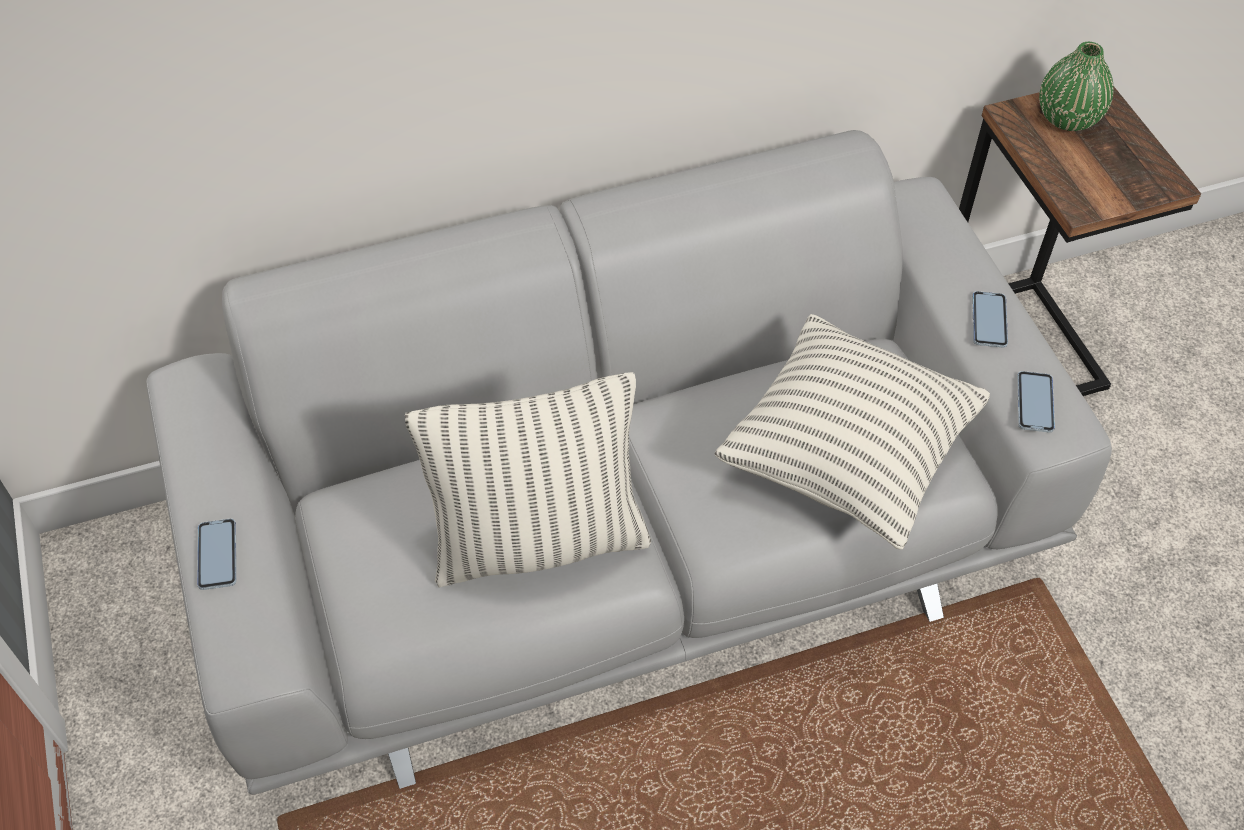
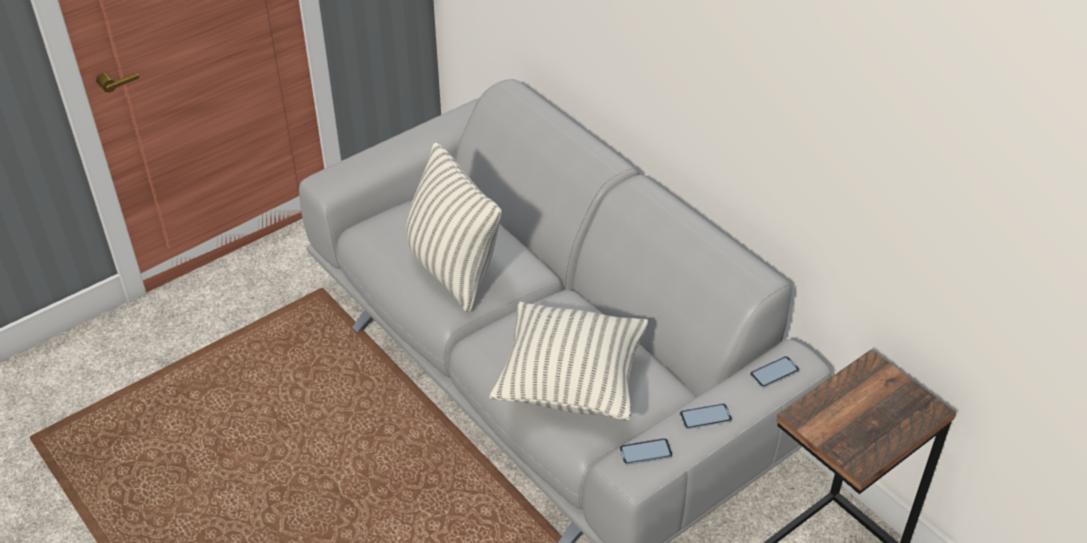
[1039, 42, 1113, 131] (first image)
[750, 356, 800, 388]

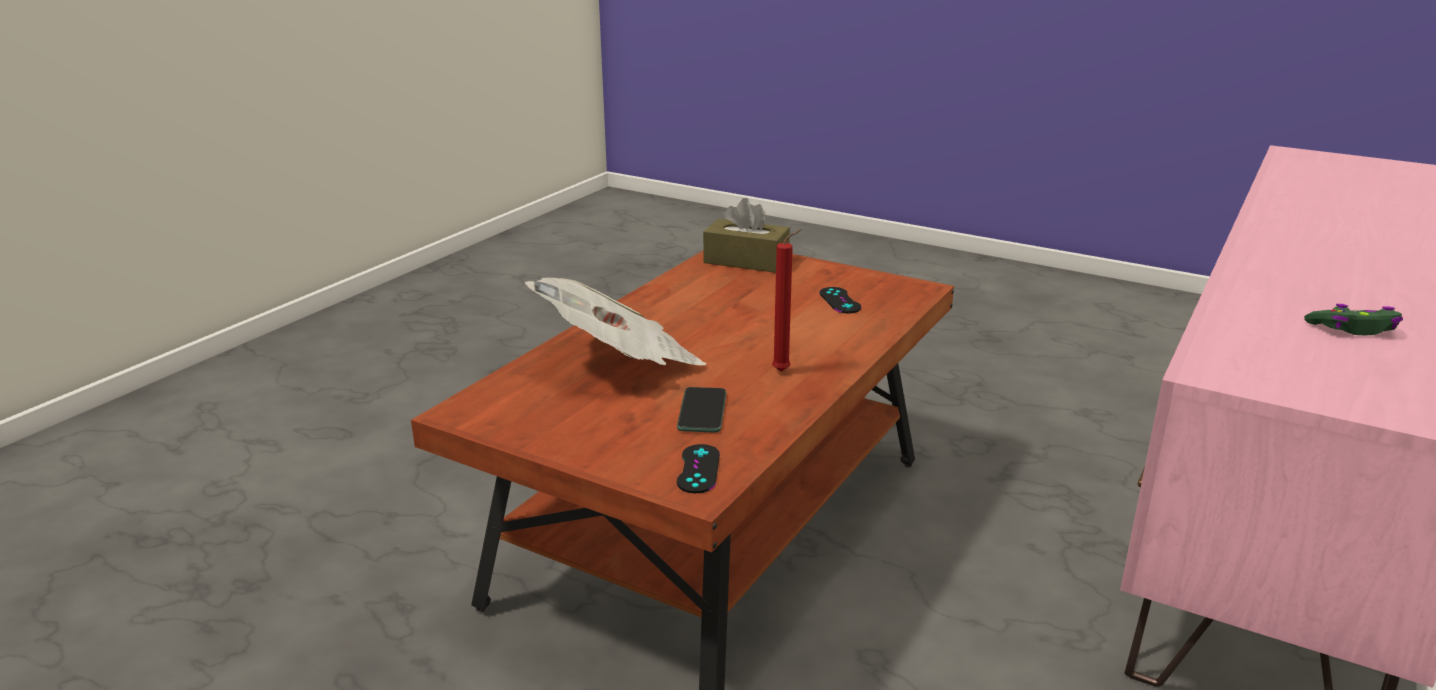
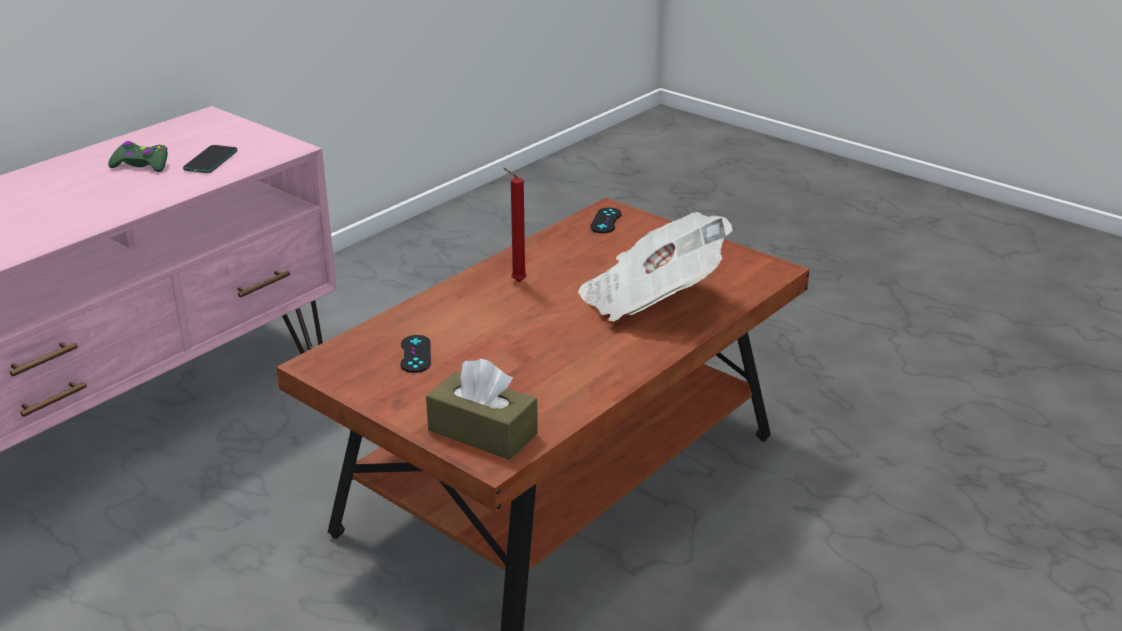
[183, 145, 238, 173]

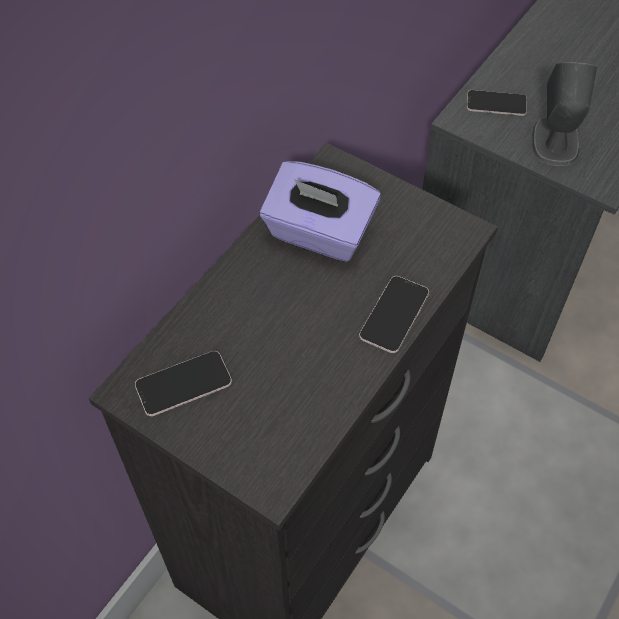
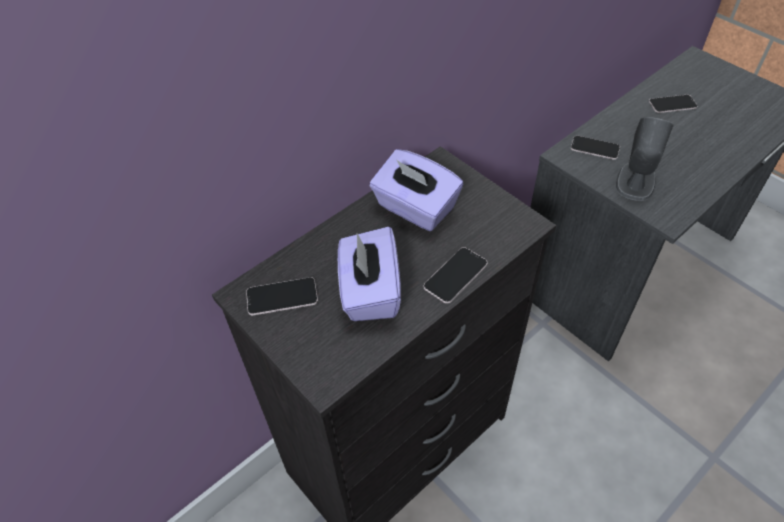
[338, 227, 401, 321]
[649, 95, 698, 113]

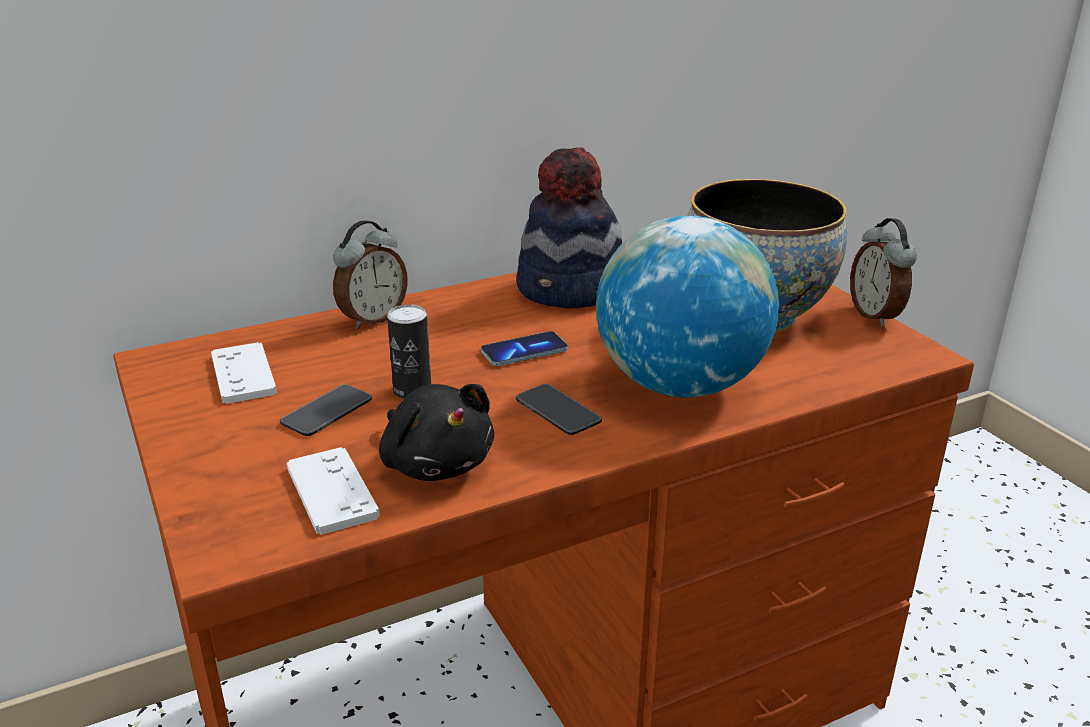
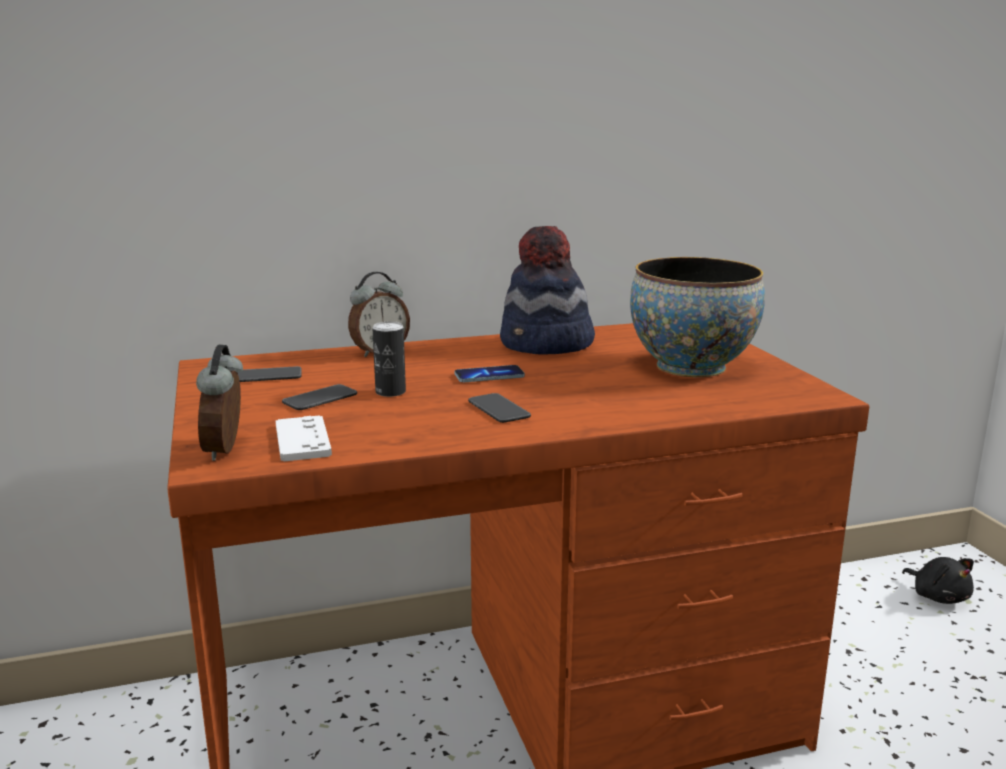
[596, 216, 779, 397] (first image)
[902, 557, 974, 604]
[196, 345, 243, 461]
[237, 366, 302, 382]

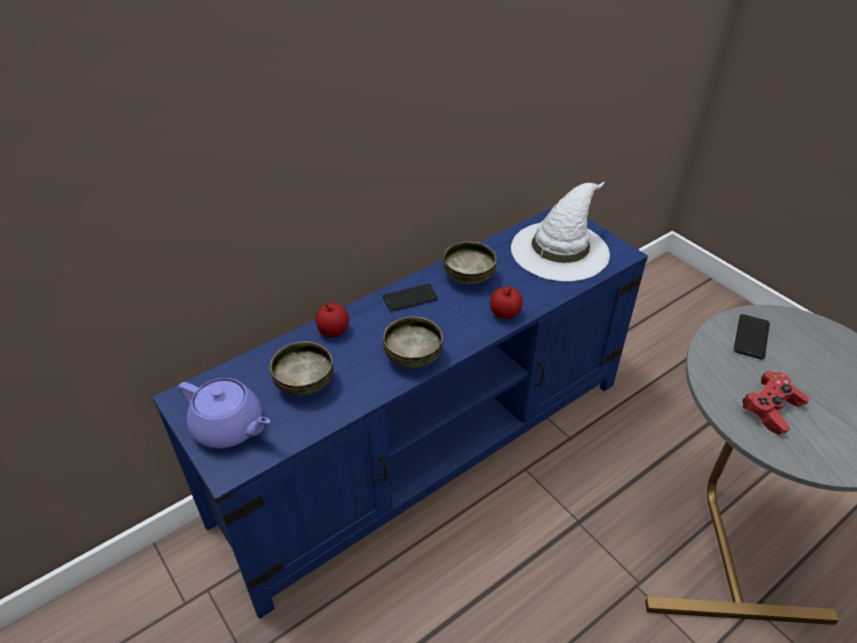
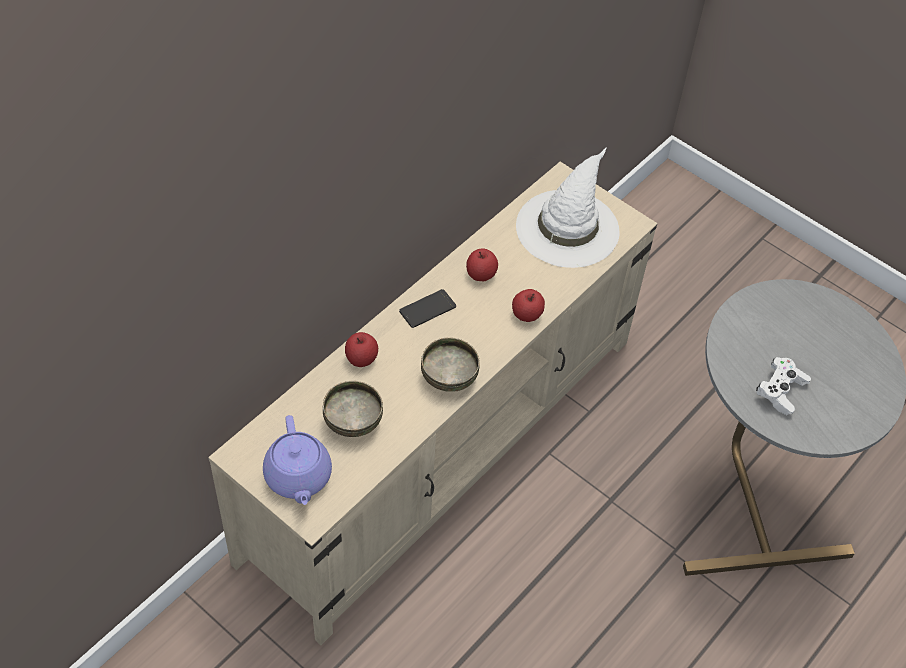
[734, 314, 770, 360] (first image)
[466, 248, 498, 281]
[208, 162, 657, 645]
[756, 357, 811, 415]
[263, 415, 332, 505]

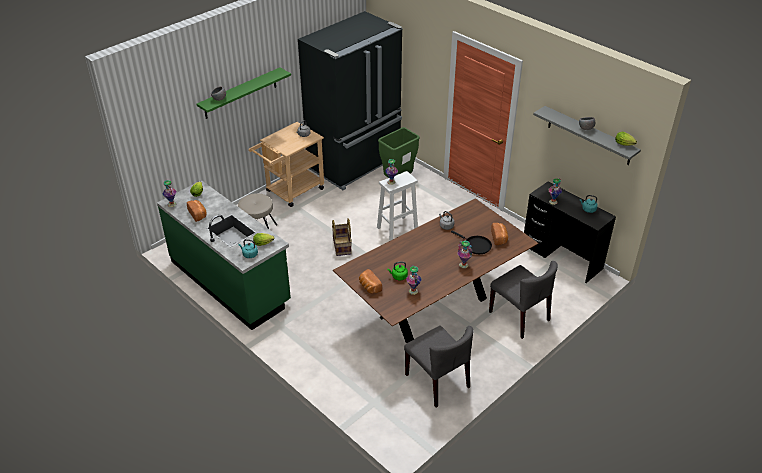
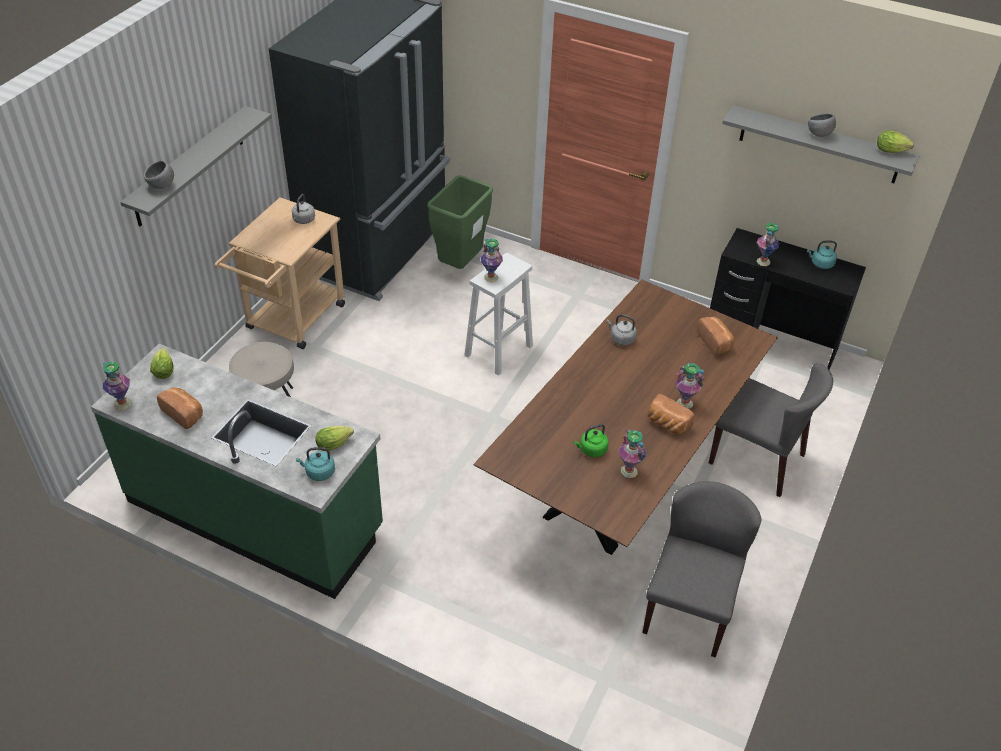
[332, 218, 352, 256] (first image)
[451, 230, 492, 254] (first image)
[648, 394, 695, 434]
[120, 106, 272, 227]
[642, 481, 761, 657]

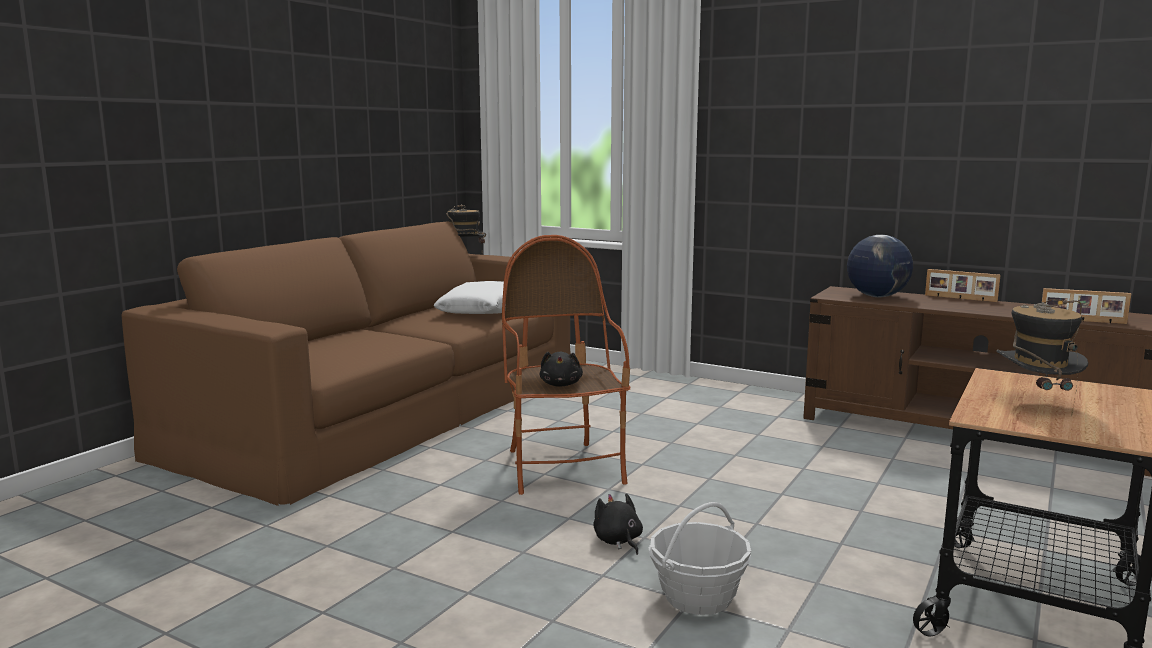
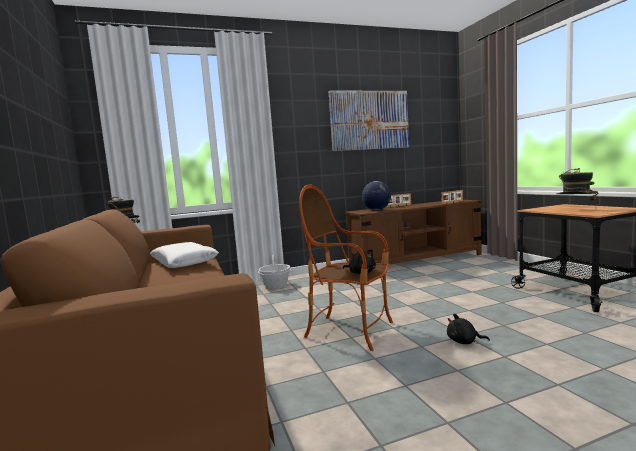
[329, 90, 409, 151]
[258, 255, 290, 289]

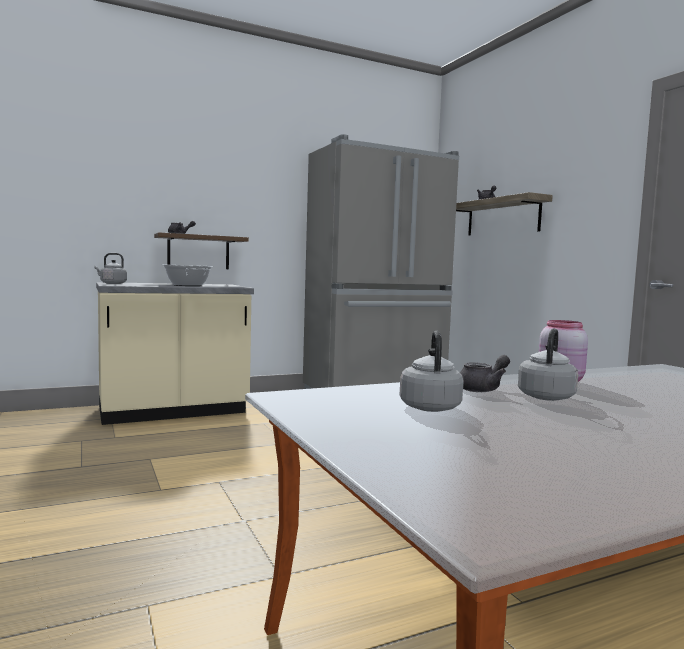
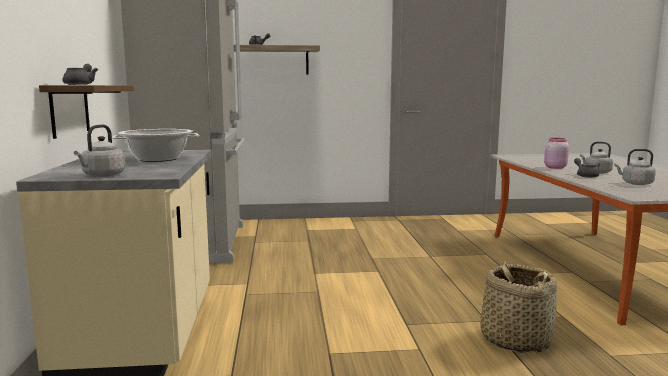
[480, 261, 557, 353]

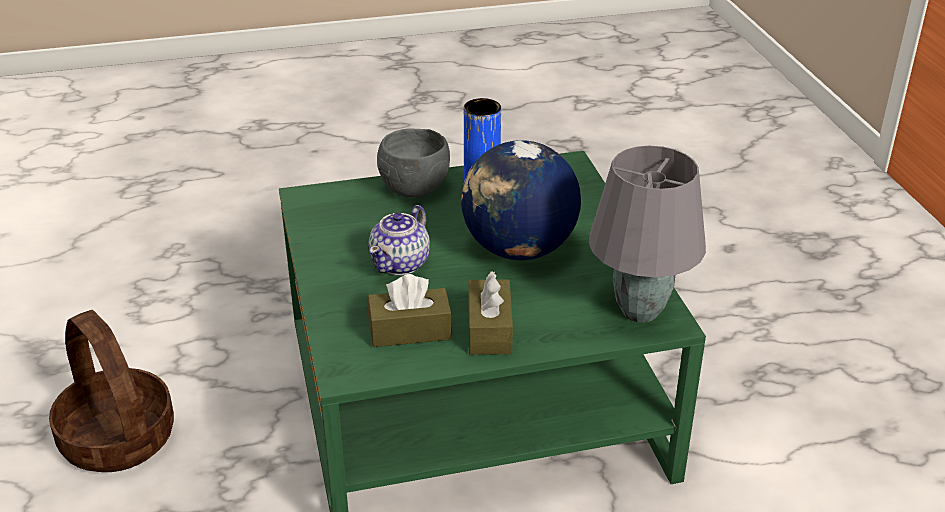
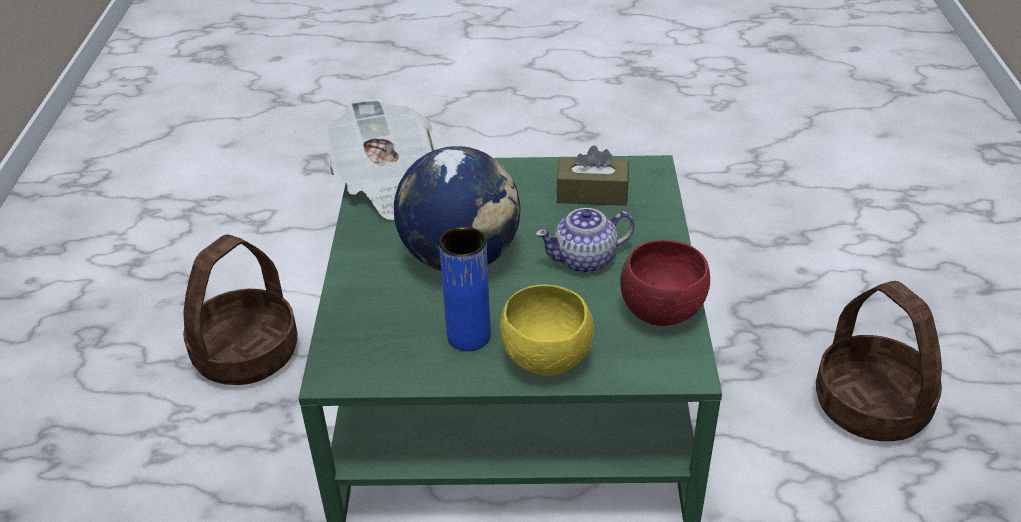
[468, 271, 513, 355] (first image)
[183, 235, 298, 385]
[620, 240, 710, 326]
[327, 97, 437, 220]
[500, 284, 594, 376]
[535, 208, 635, 273]

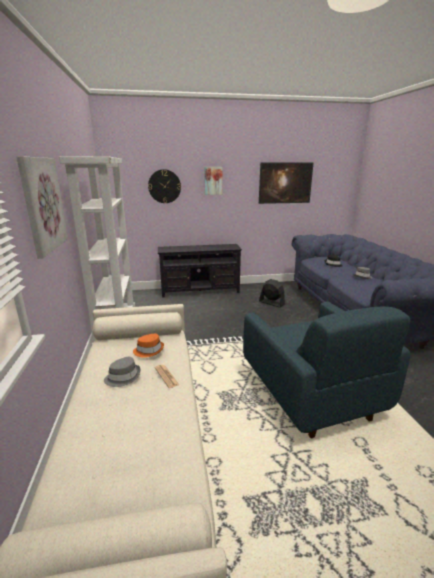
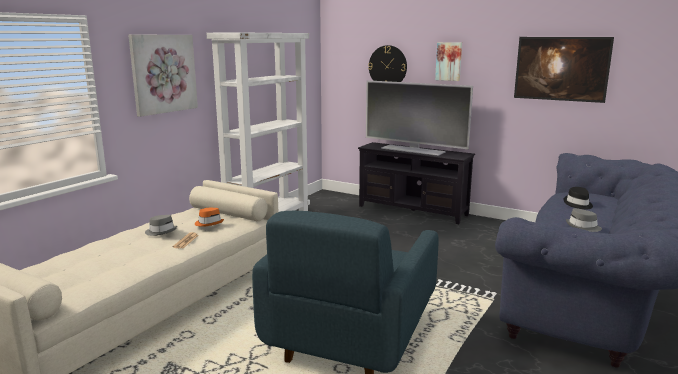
[259, 279, 285, 308] (first image)
[366, 80, 473, 156]

